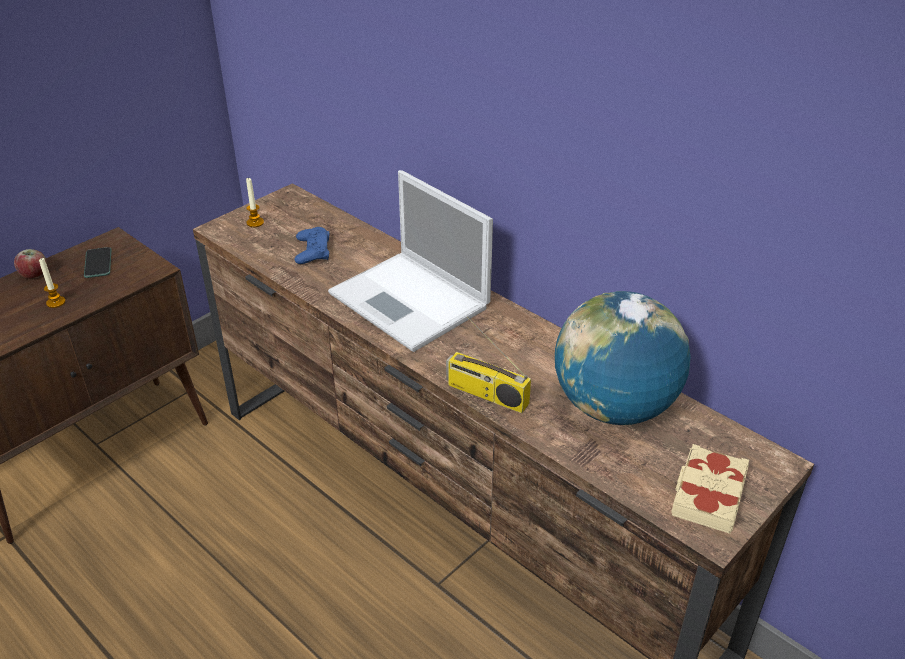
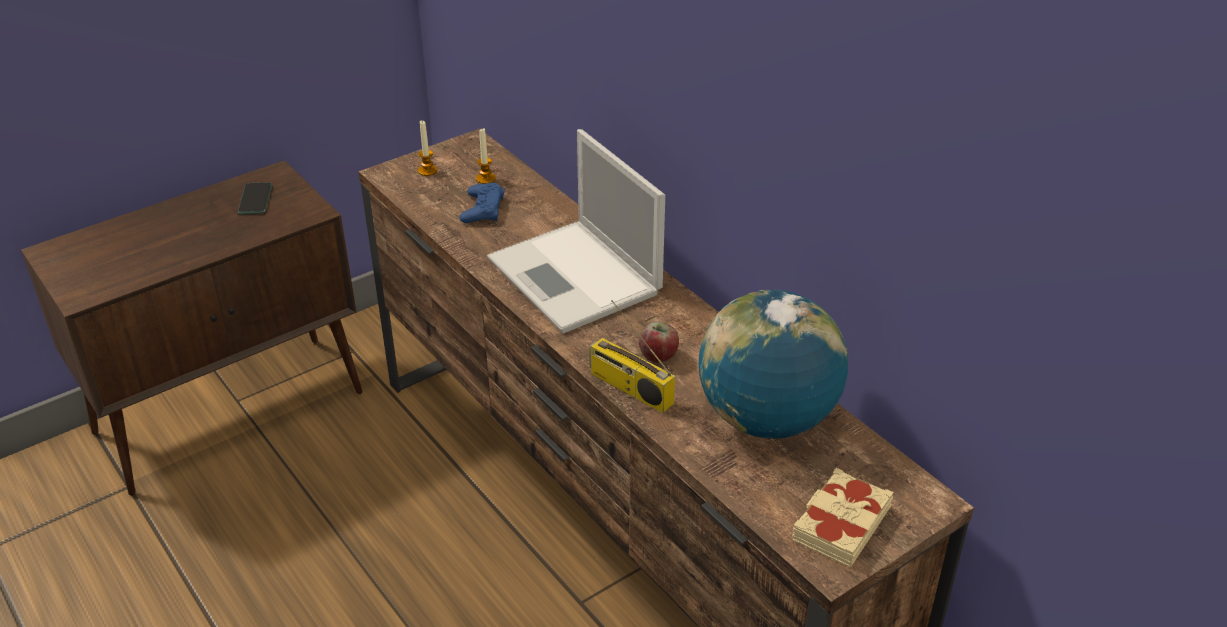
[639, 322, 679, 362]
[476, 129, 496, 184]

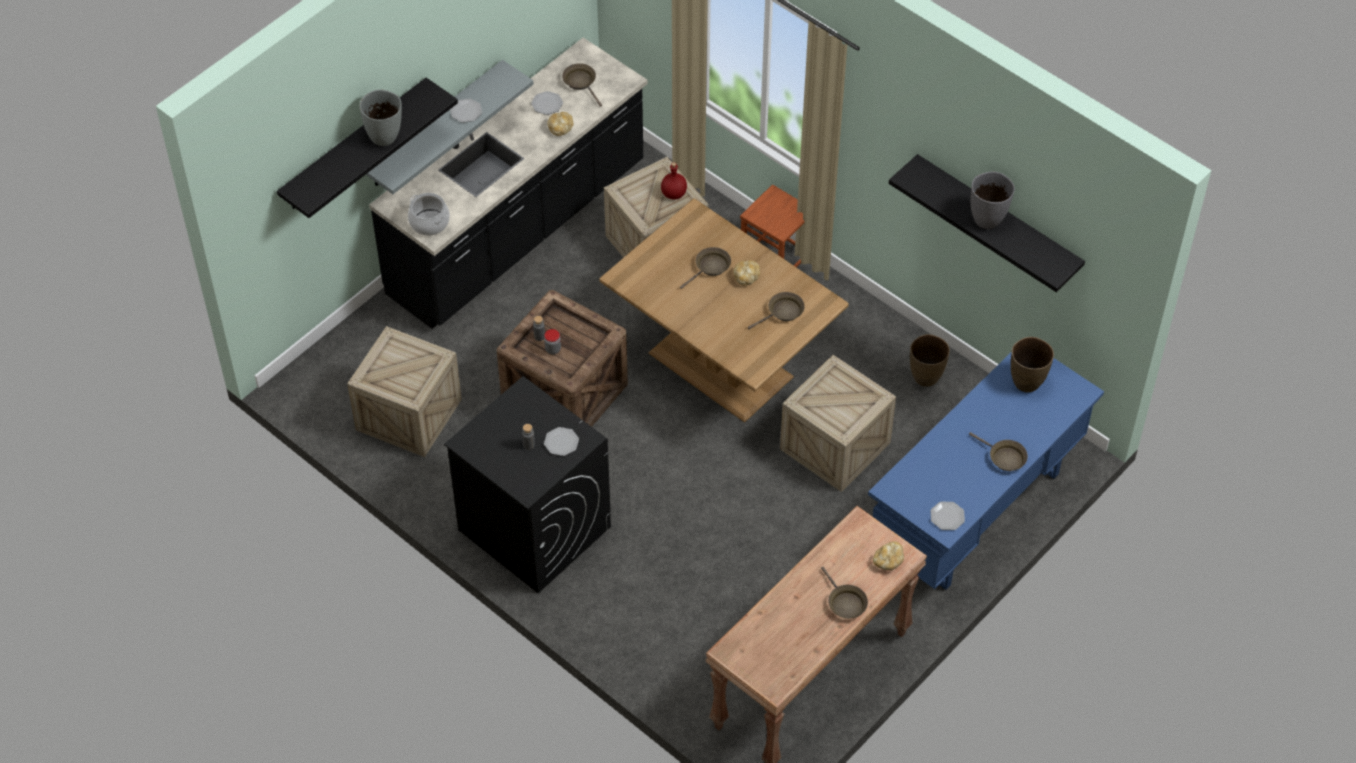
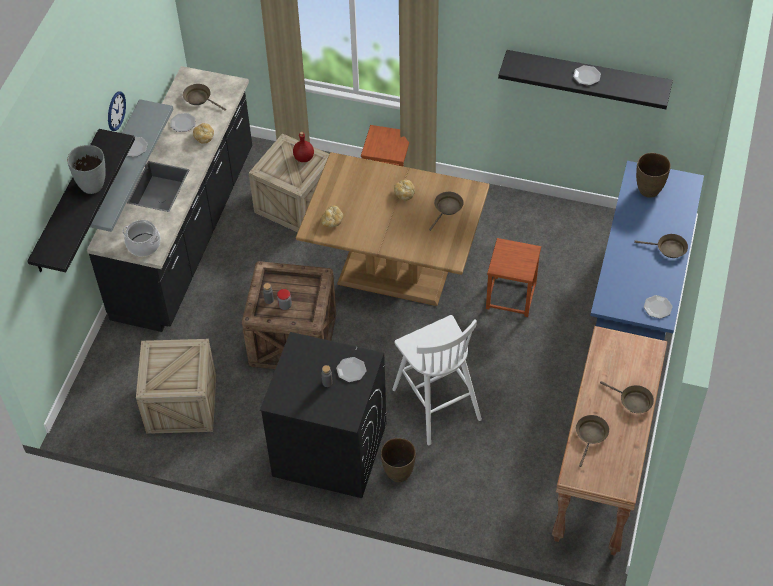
[108, 91, 126, 131]
[392, 315, 482, 445]
[576, 415, 609, 467]
[321, 205, 343, 228]
[381, 438, 416, 482]
[486, 238, 541, 317]
[573, 65, 601, 85]

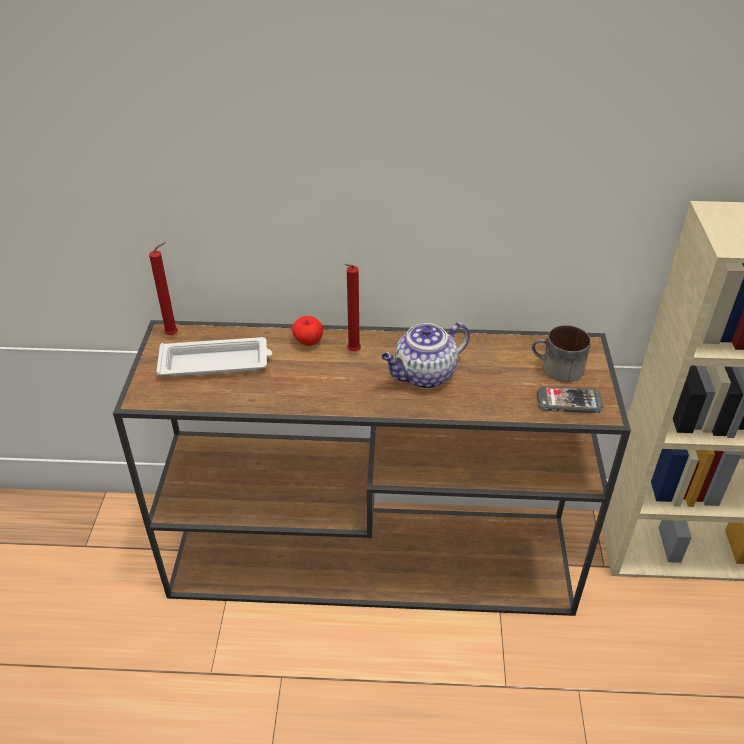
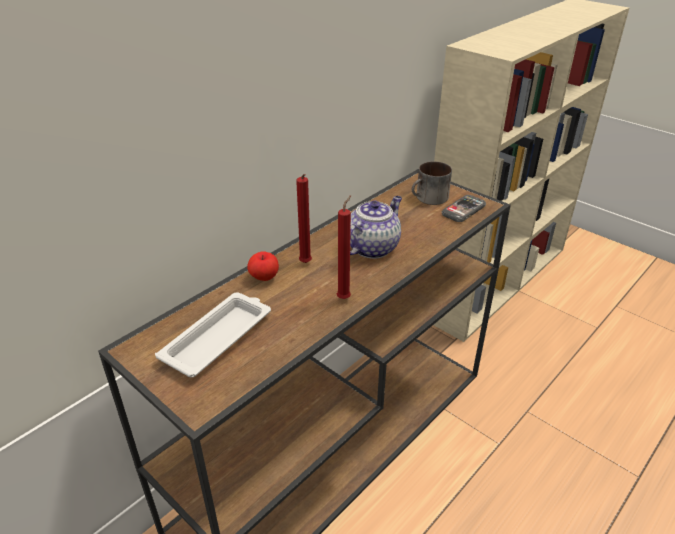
[337, 195, 351, 299]
[350, 196, 402, 259]

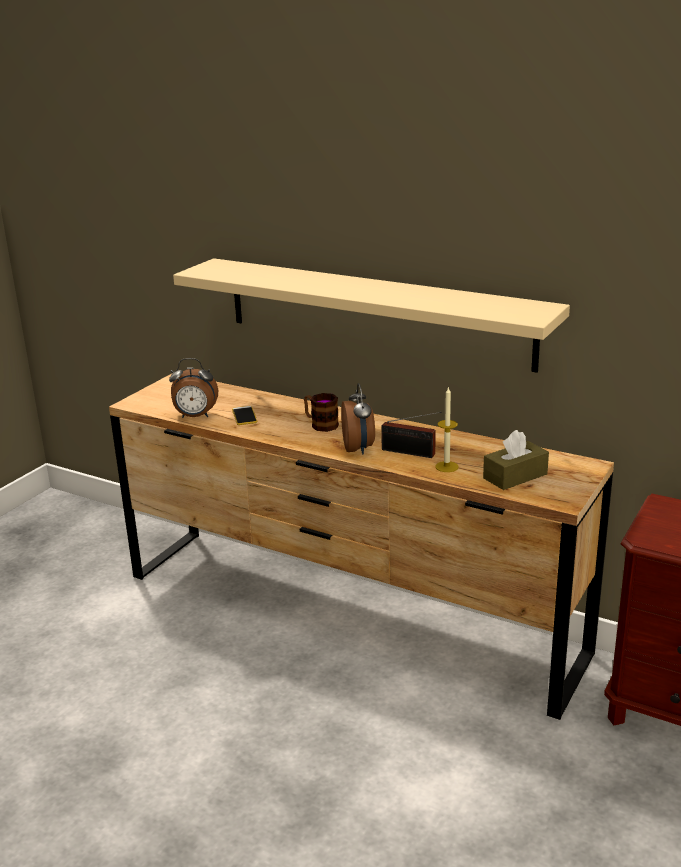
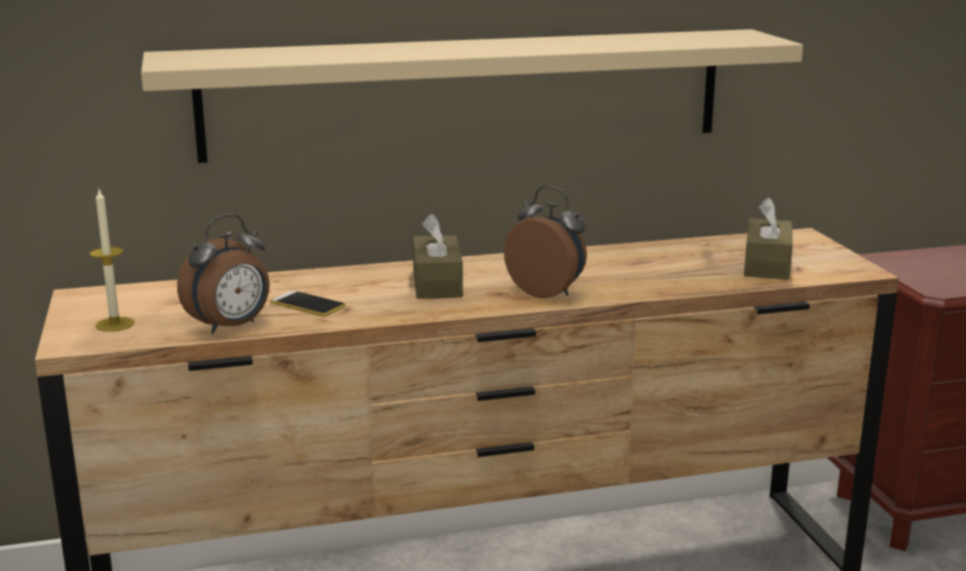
[381, 412, 442, 458] (first image)
[89, 190, 134, 332]
[413, 214, 463, 299]

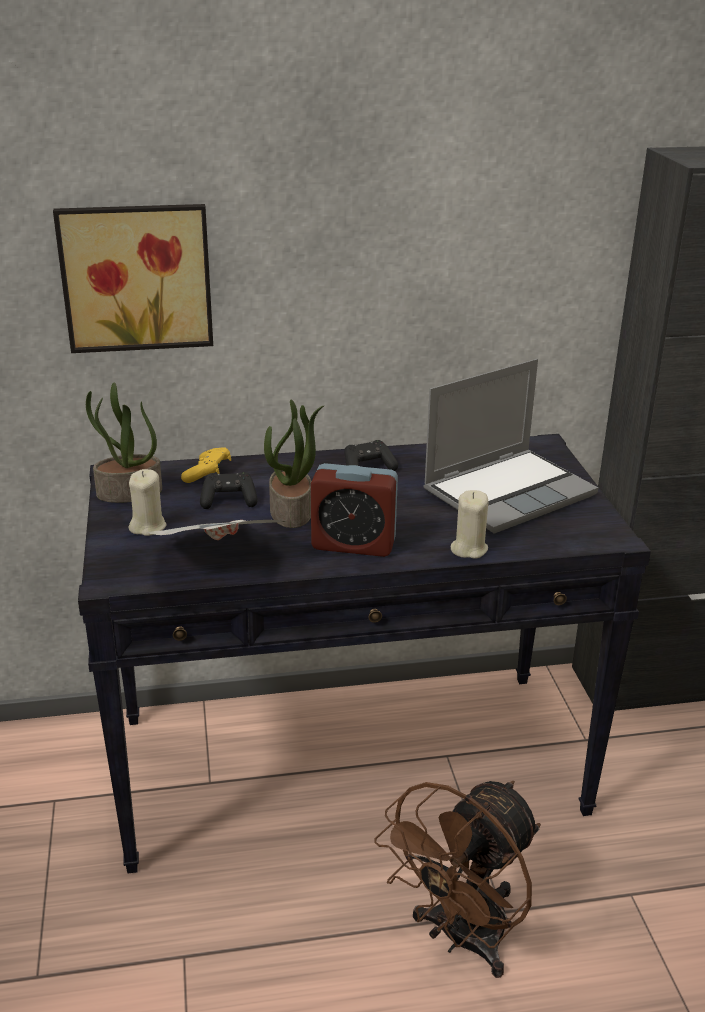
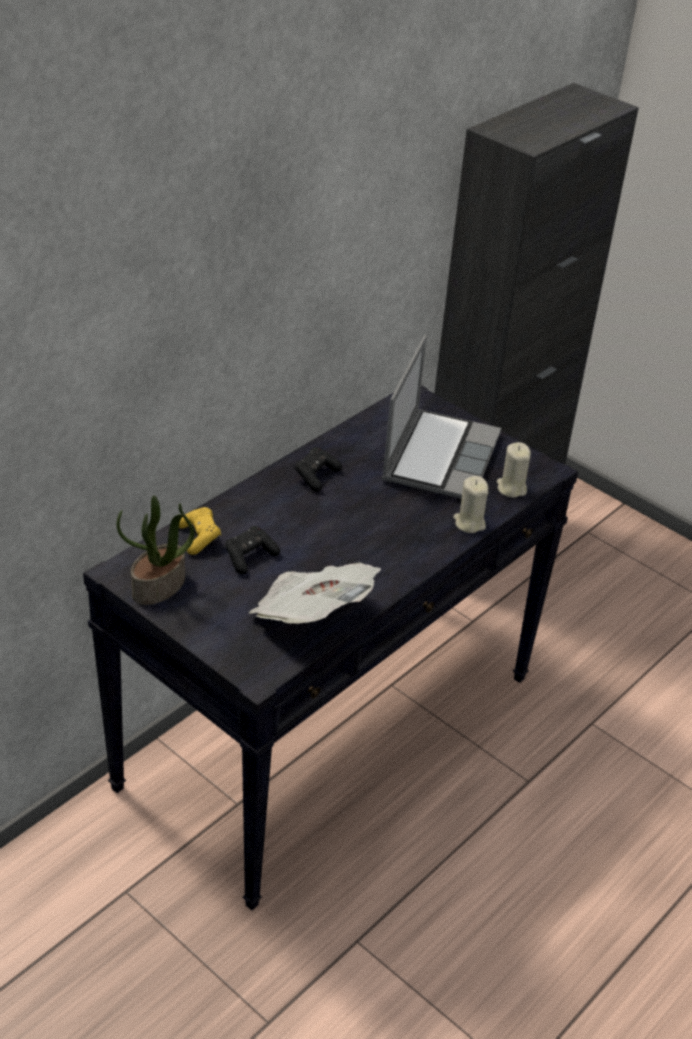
[53, 204, 213, 353] (first image)
[264, 400, 325, 528] (first image)
[311, 463, 398, 557] (first image)
[375, 781, 541, 978] (first image)
[497, 442, 531, 498]

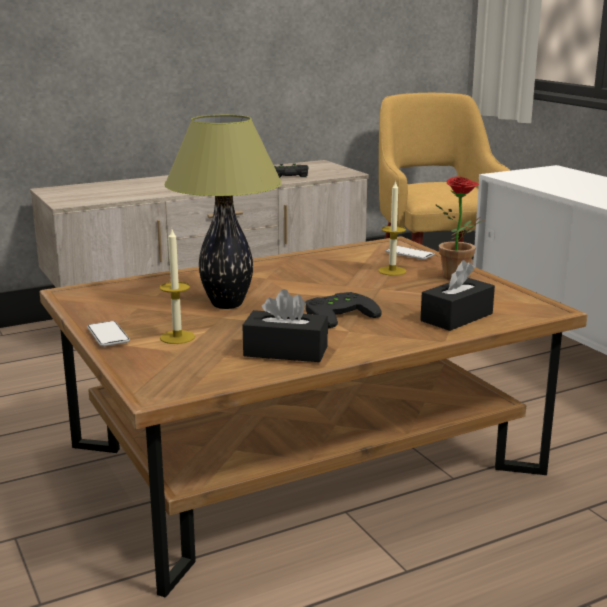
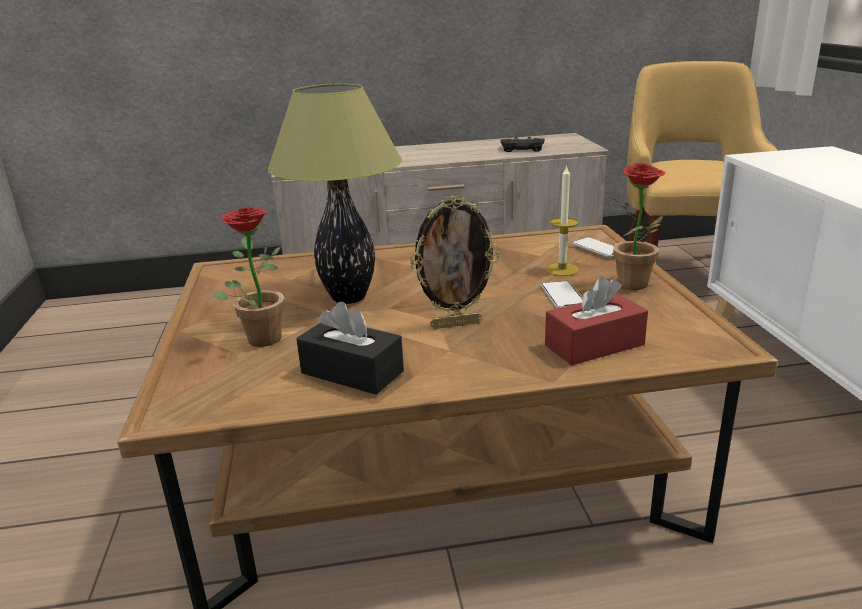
[541, 281, 583, 308]
[213, 207, 284, 347]
[410, 195, 499, 329]
[545, 276, 648, 366]

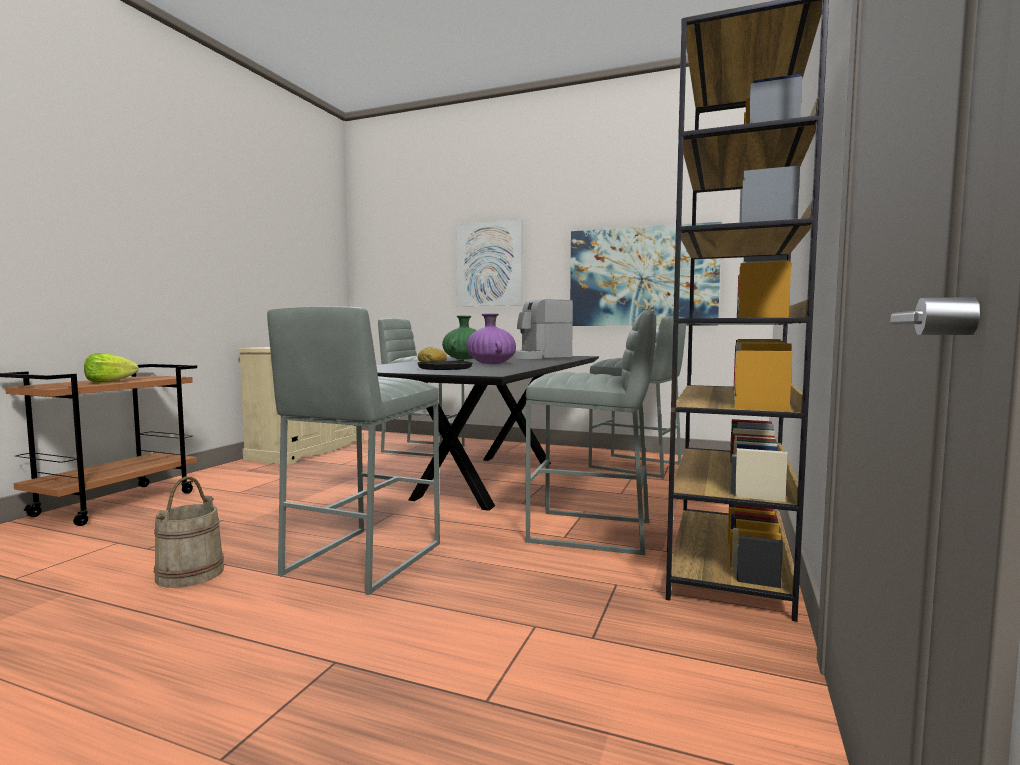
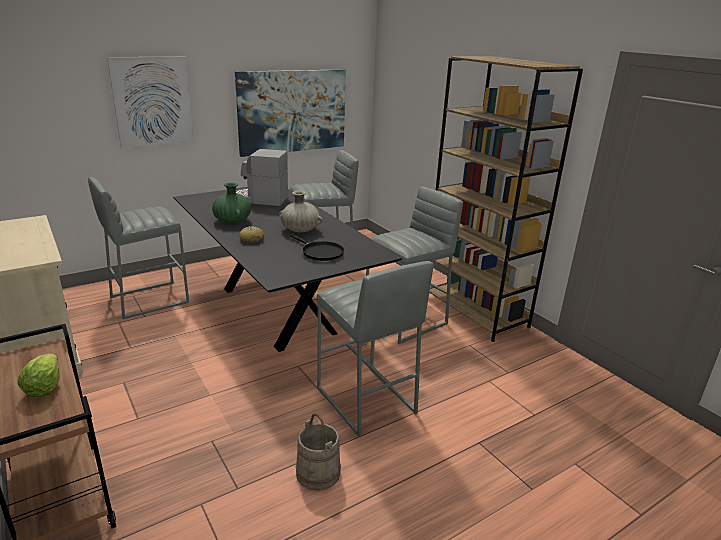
[279, 191, 323, 232]
[236, 149, 288, 206]

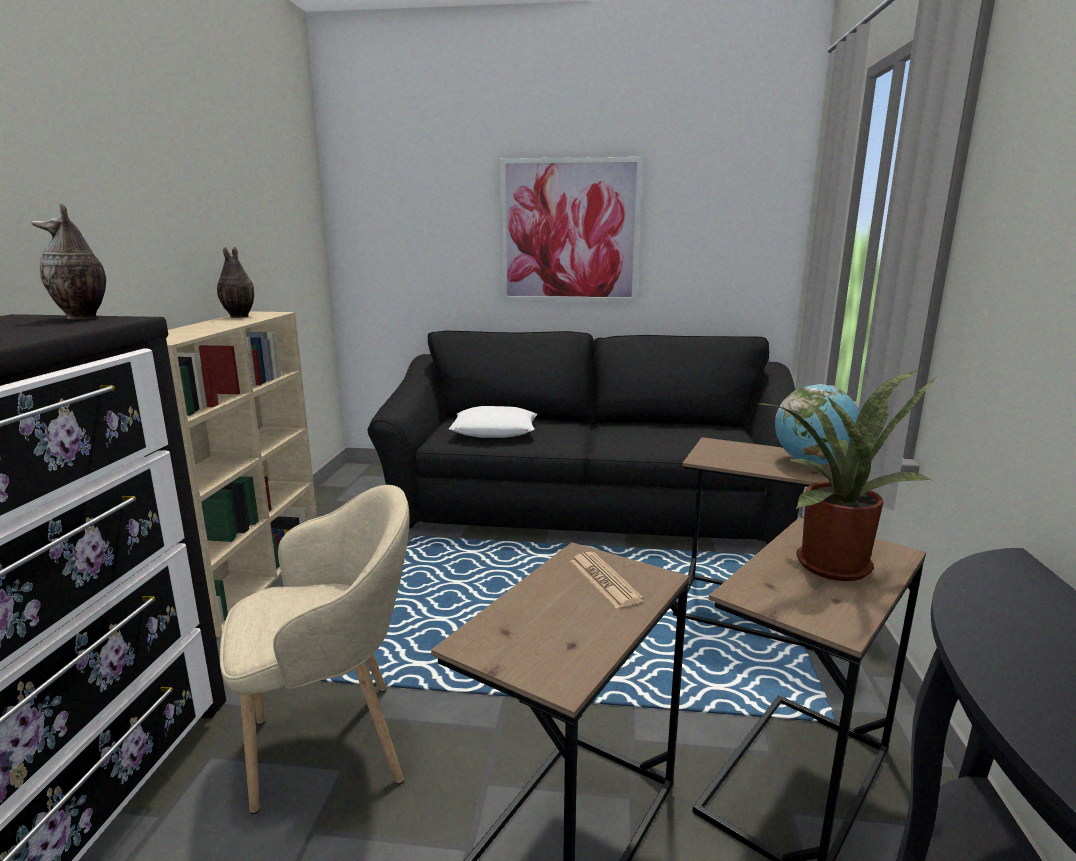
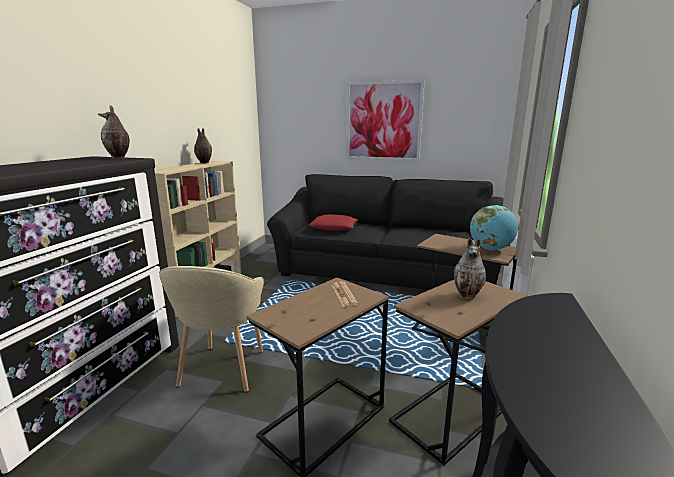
[454, 238, 486, 299]
[309, 214, 358, 231]
[159, 266, 264, 392]

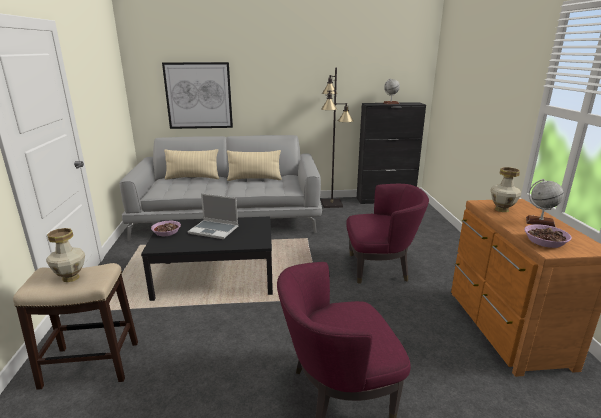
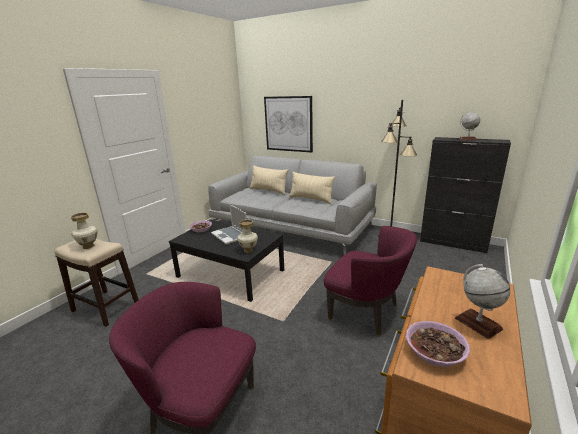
[237, 220, 258, 253]

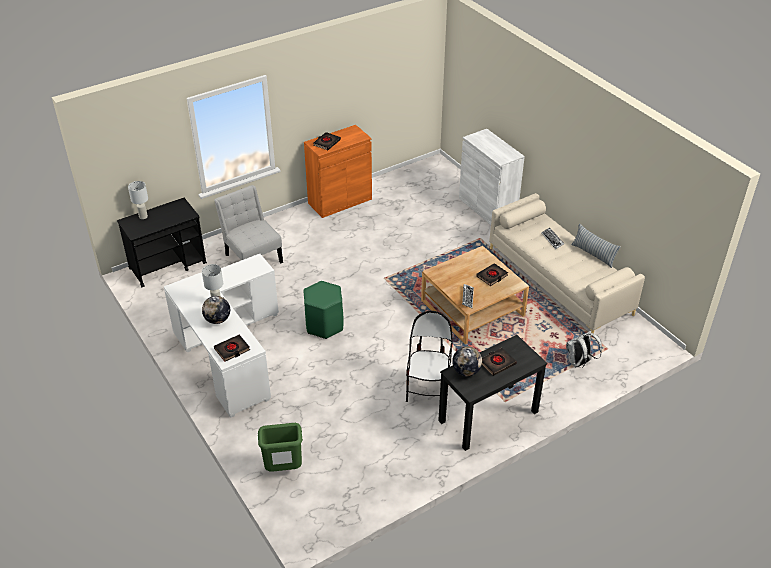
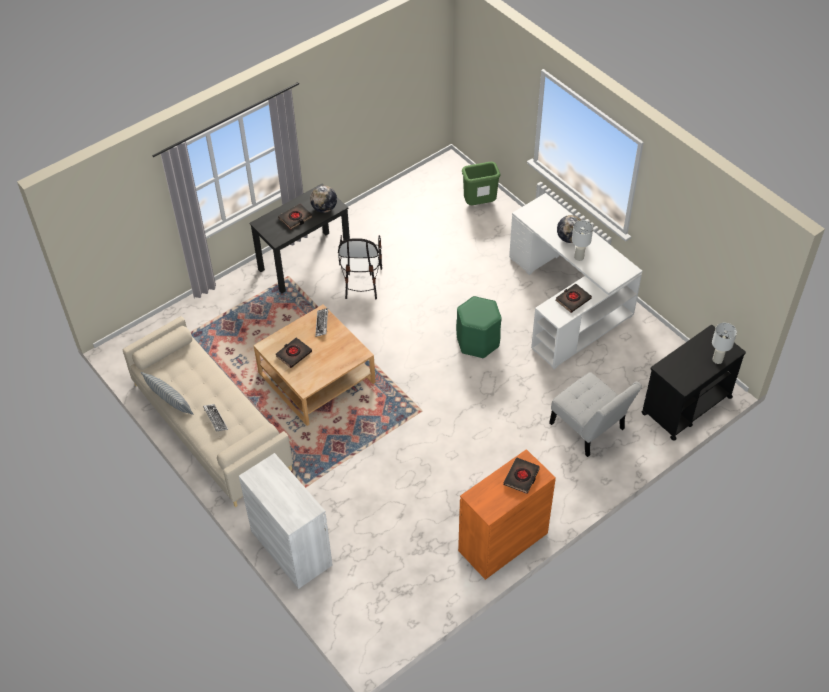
[566, 331, 602, 368] (first image)
[556, 284, 592, 313]

